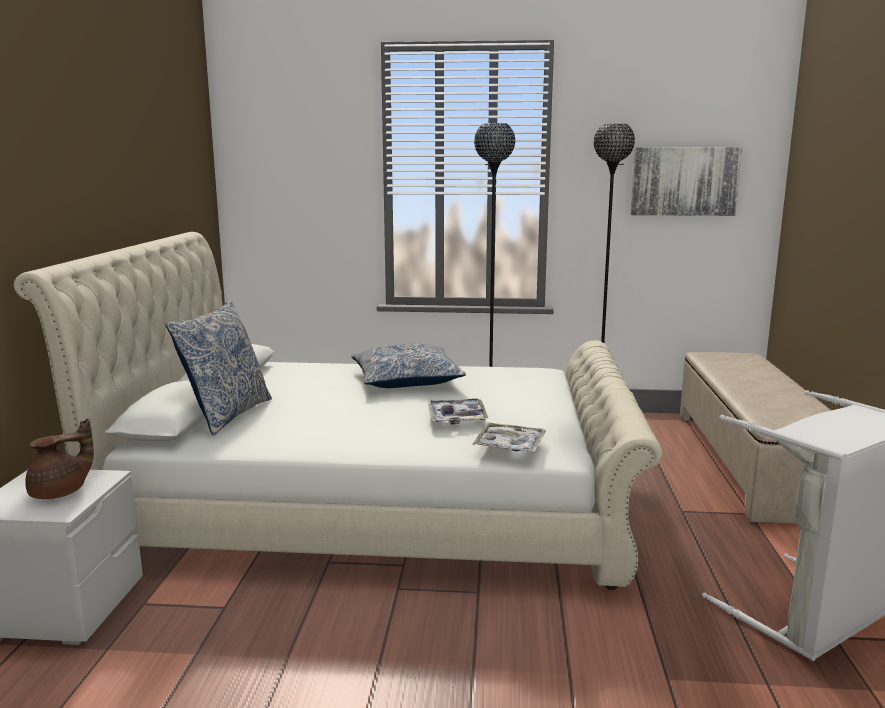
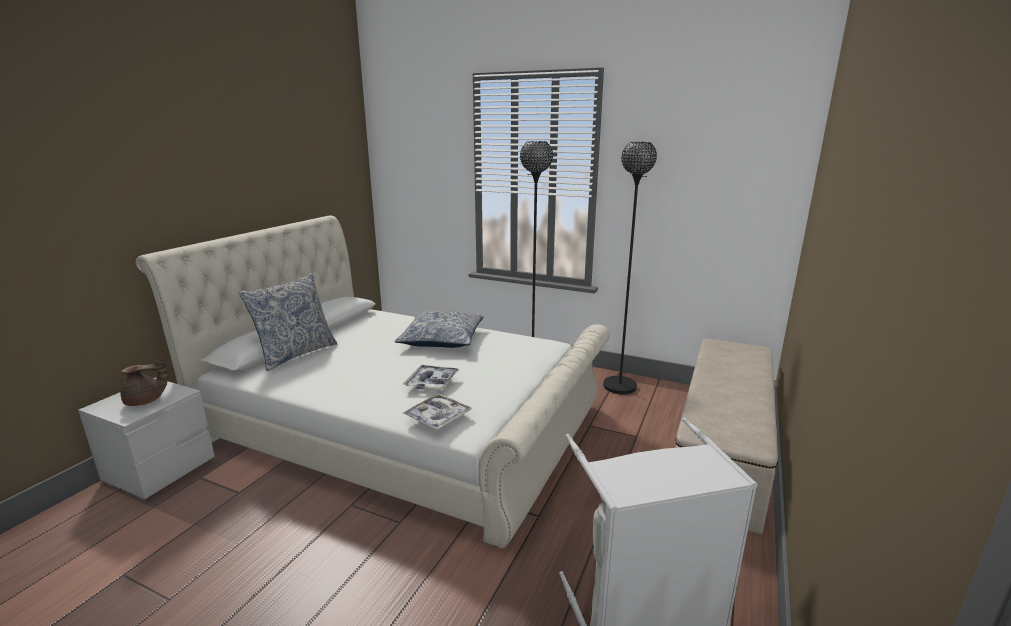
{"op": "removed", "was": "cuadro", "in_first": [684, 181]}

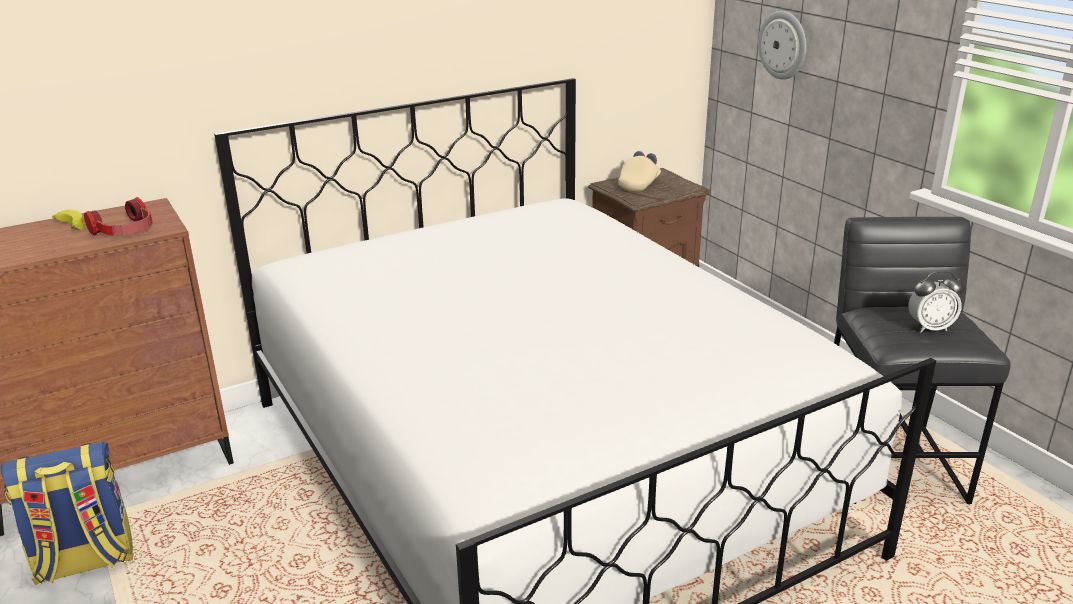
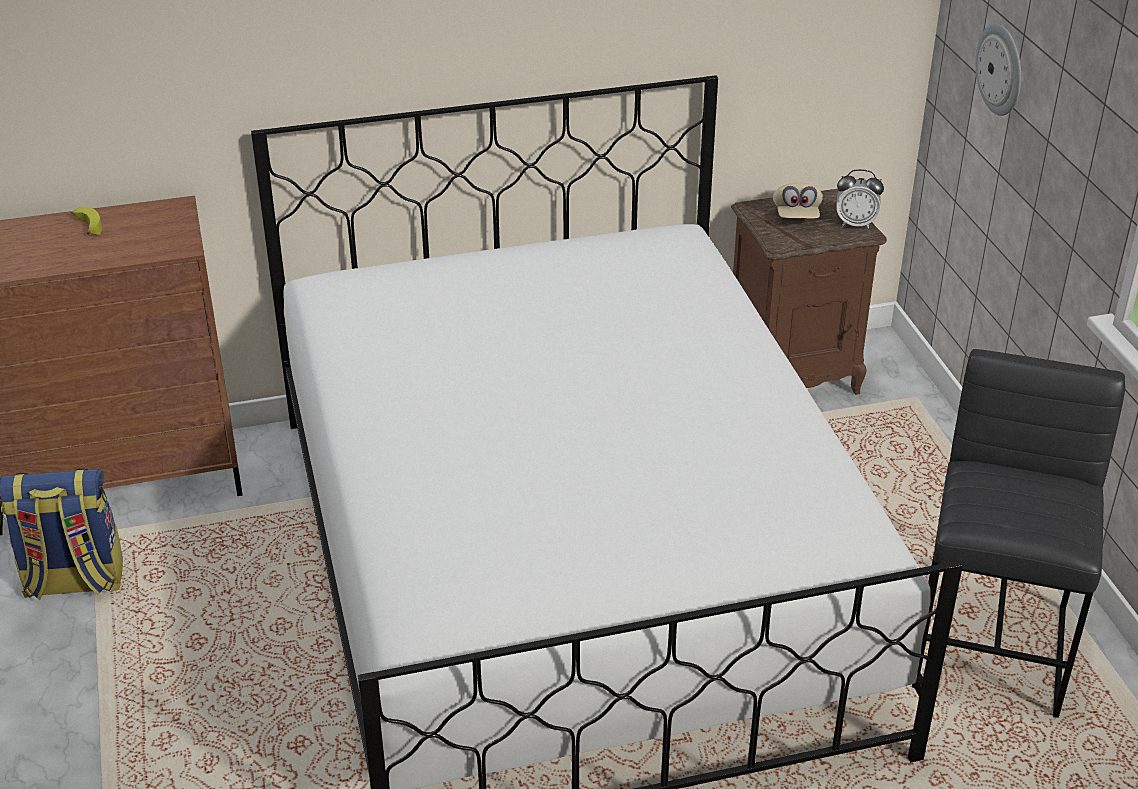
{"op": "turned", "was": "gorra [beis]", "in_first": [639, 185], "in_second": [796, 216], "clockwise": 135}
{"op": "removed", "was": "auriculares", "in_first": [125, 231]}
{"op": "moved", "was": "despertador", "in_first": [930, 328], "in_second": [855, 223]}

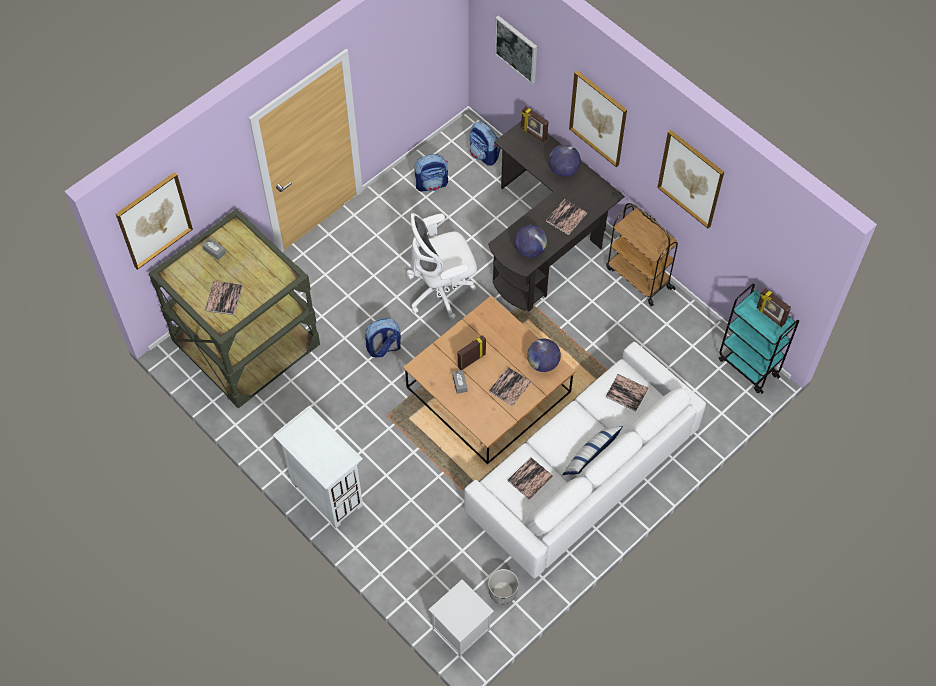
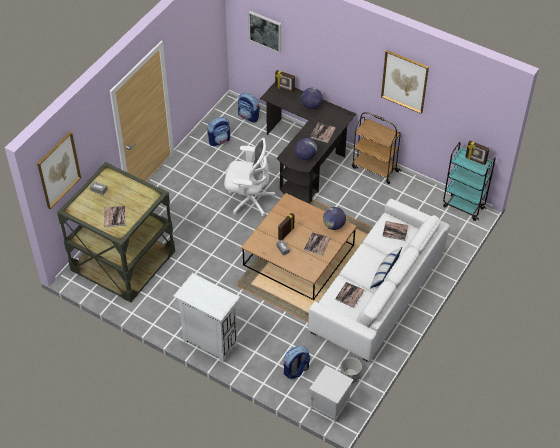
{"op": "removed", "was": "cuadro", "in_first": [598, 118]}
{"op": "turned", "was": "silla de oficina [blanco]", "in_first": [442, 288], "in_second": [247, 200], "clockwise": -135}
{"op": "moved", "was": "mochila", "in_first": [383, 348], "in_second": [296, 370]}

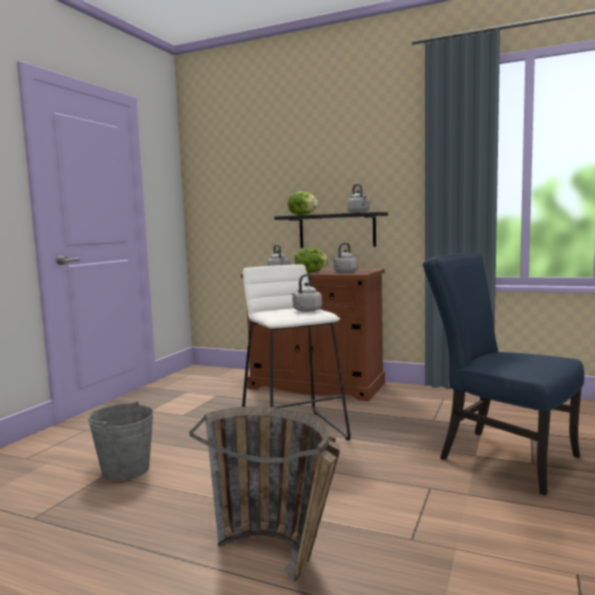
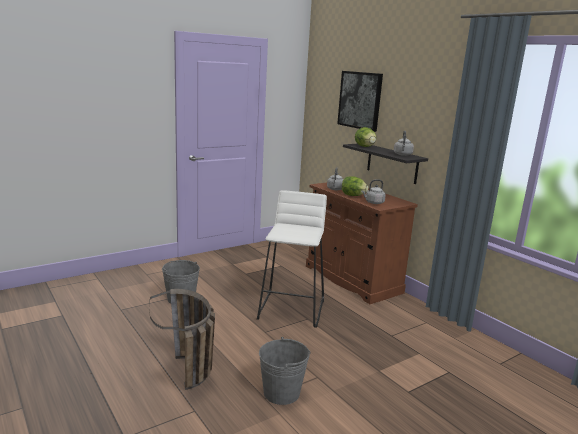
{"op": "removed", "was": "silla [azul]", "in_first": [499, 456]}
{"op": "removed", "was": "hervidor [gris]", "in_first": [306, 311]}
{"op": "added", "now": "cuadro", "in_second": [360, 100]}
{"op": "added", "now": "cubo [gris]", "in_second": [281, 392]}

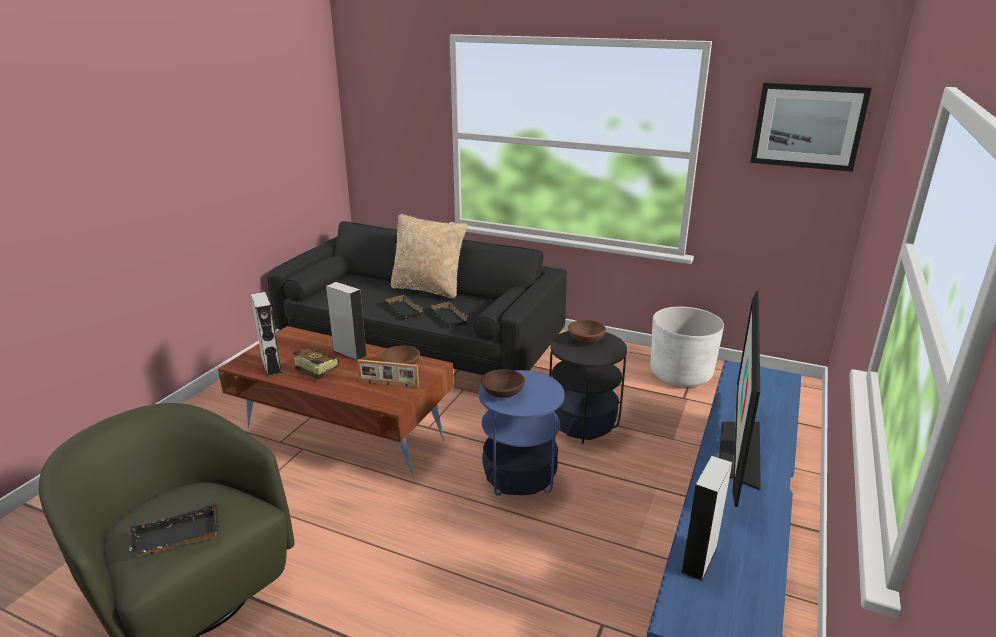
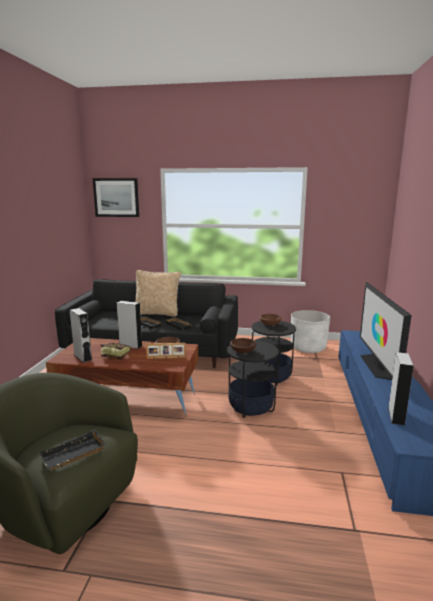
{"op": "moved", "was": "cuadro", "in_first": [808, 126], "in_second": [116, 197]}
{"op": "recoloured", "was": "mesa auxiliar [azul]", "now": "mesa auxiliar [negro]", "in_first": [520, 479], "in_second": [251, 407]}

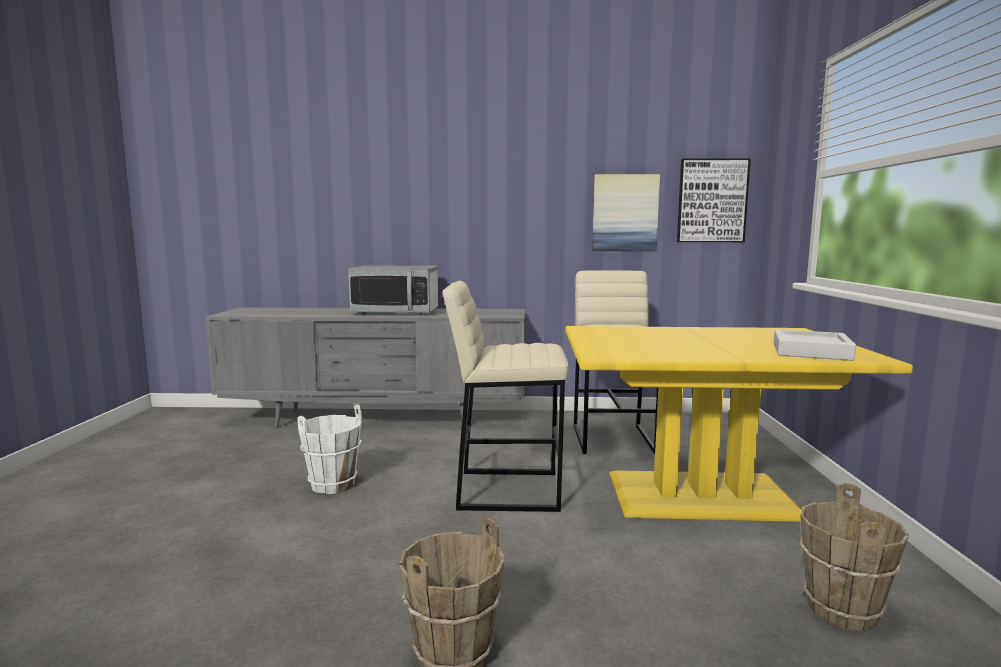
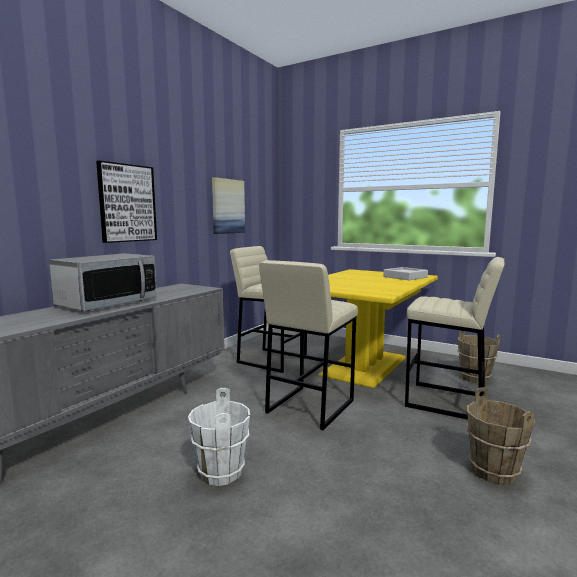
{"op": "moved", "was": "cuadro", "in_first": [712, 201], "in_second": [127, 203]}
{"op": "added", "now": "taburete [beis]", "in_second": [448, 401]}

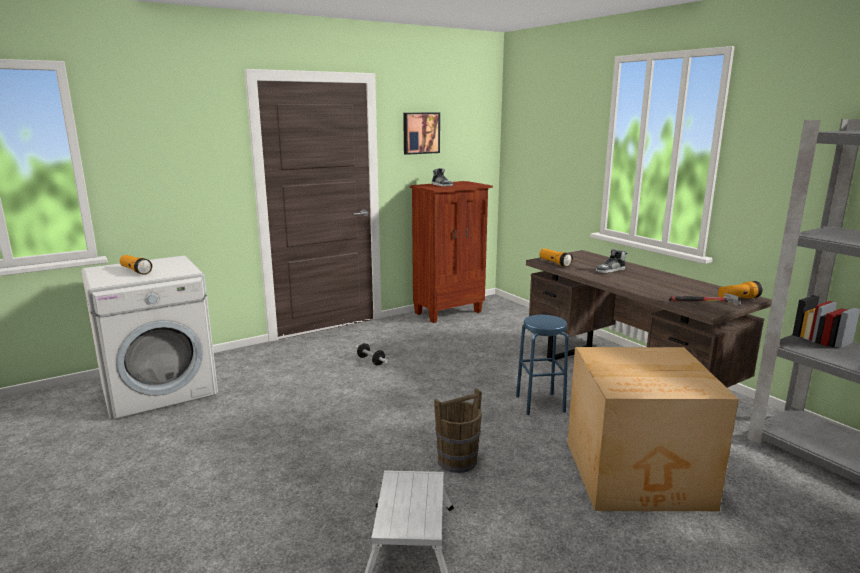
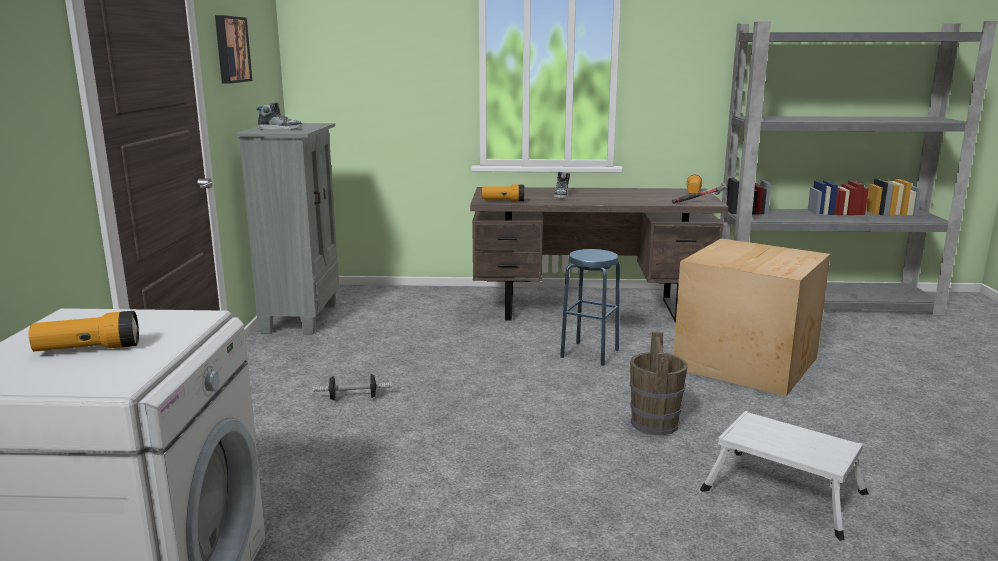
{"op": "recoloured", "was": "armario [marrón]", "now": "armario [gris]", "in_first": [449, 313], "in_second": [302, 319]}

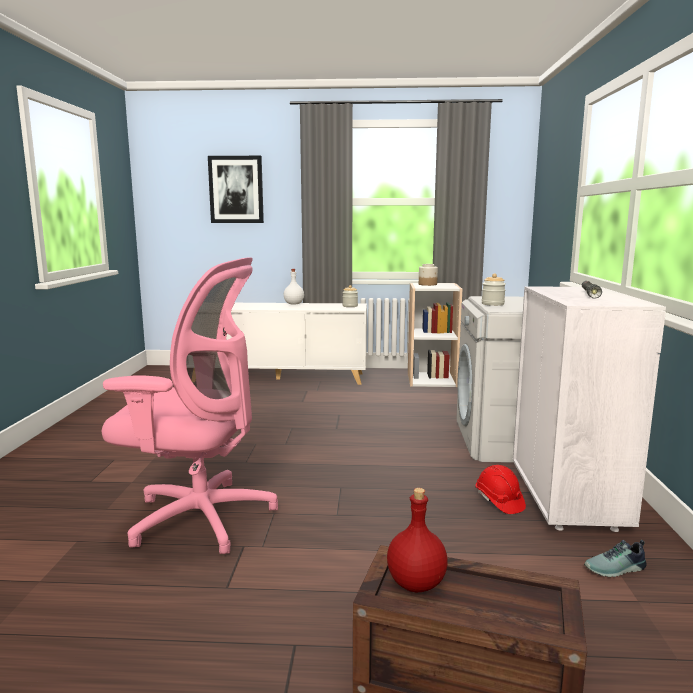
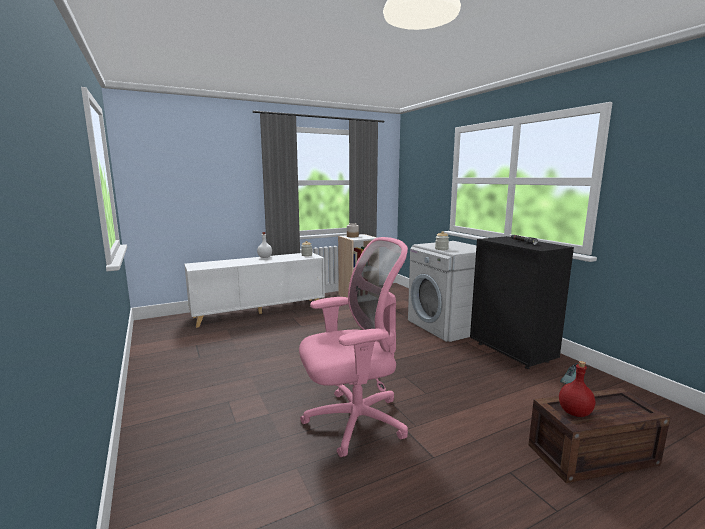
{"op": "removed", "was": "cuadro", "in_first": [236, 190]}
{"op": "recoloured", "was": "armario [blanco]", "now": "armario [negro]", "in_first": [568, 501], "in_second": [512, 353]}
{"op": "removed", "was": "casco [rojo]", "in_first": [499, 501]}

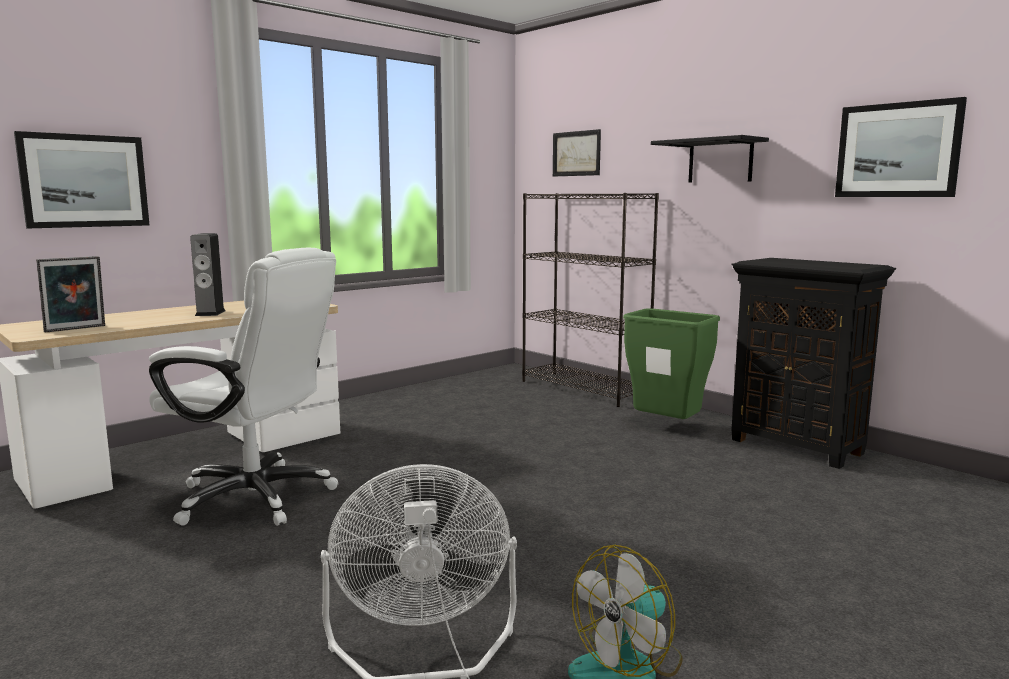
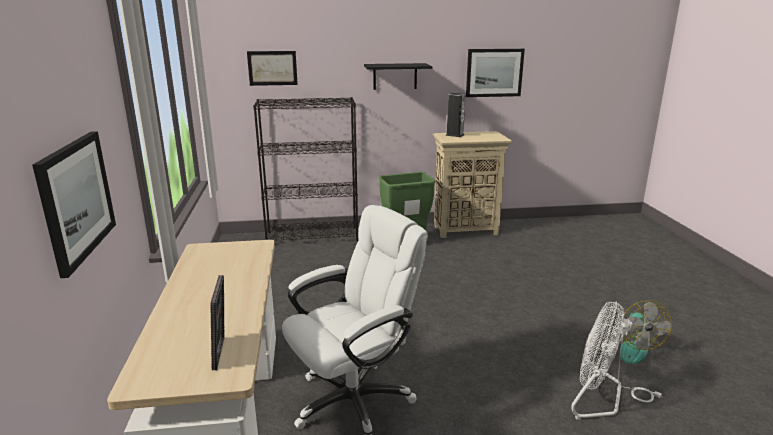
{"op": "moved", "was": "altavoz", "in_first": [210, 313], "in_second": [455, 135]}
{"op": "recoloured", "was": "armario [negro]", "now": "armario [beis]", "in_first": [798, 446], "in_second": [466, 230]}

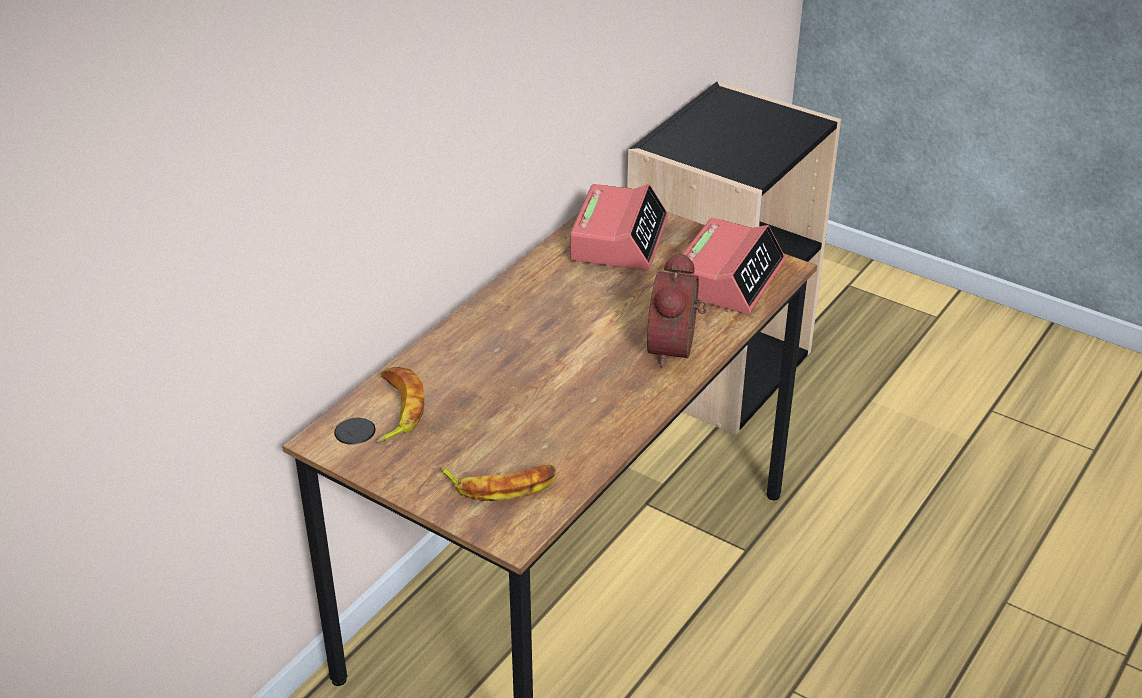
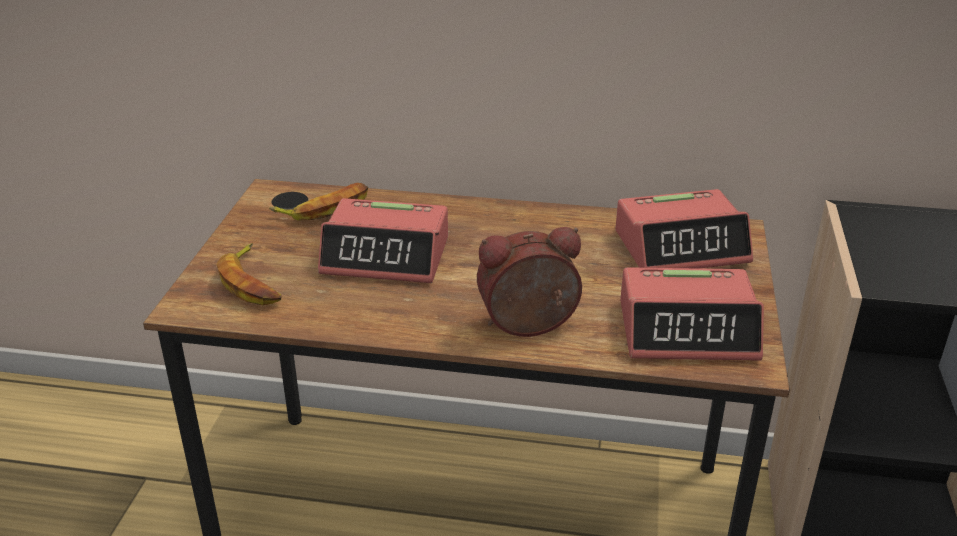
{"op": "added", "now": "despertador", "in_second": [386, 256]}

